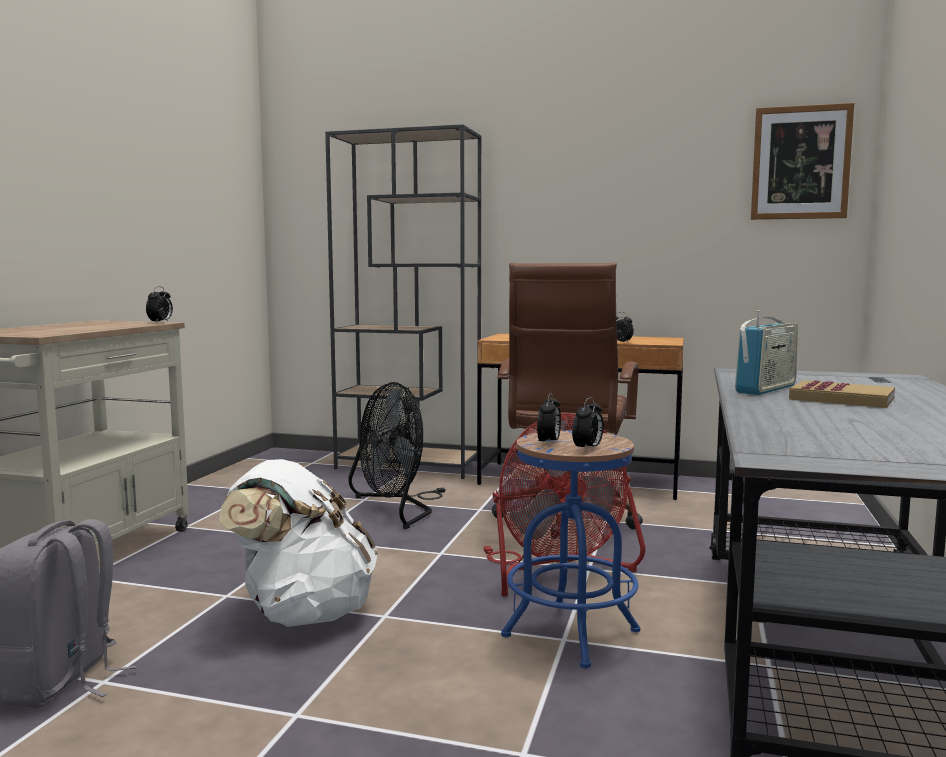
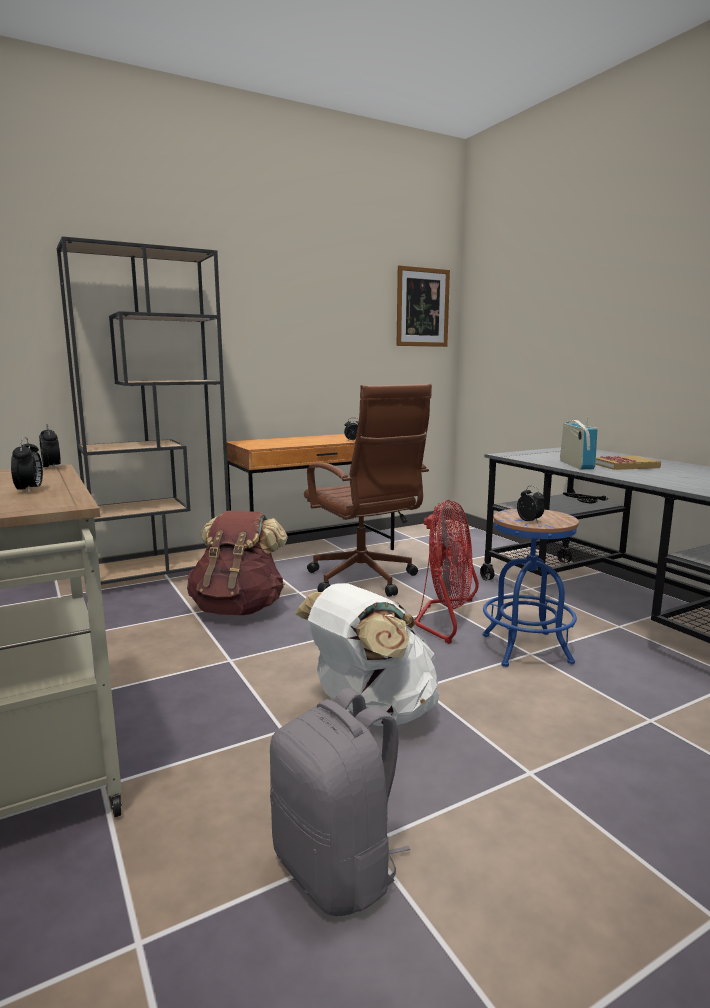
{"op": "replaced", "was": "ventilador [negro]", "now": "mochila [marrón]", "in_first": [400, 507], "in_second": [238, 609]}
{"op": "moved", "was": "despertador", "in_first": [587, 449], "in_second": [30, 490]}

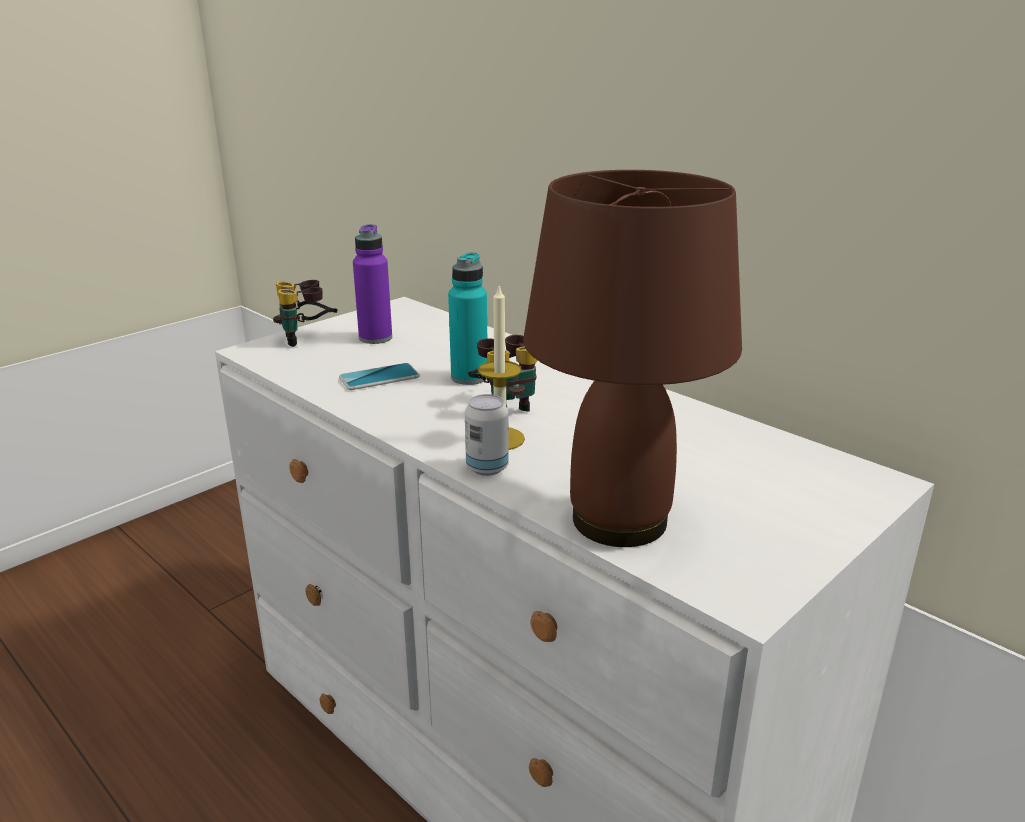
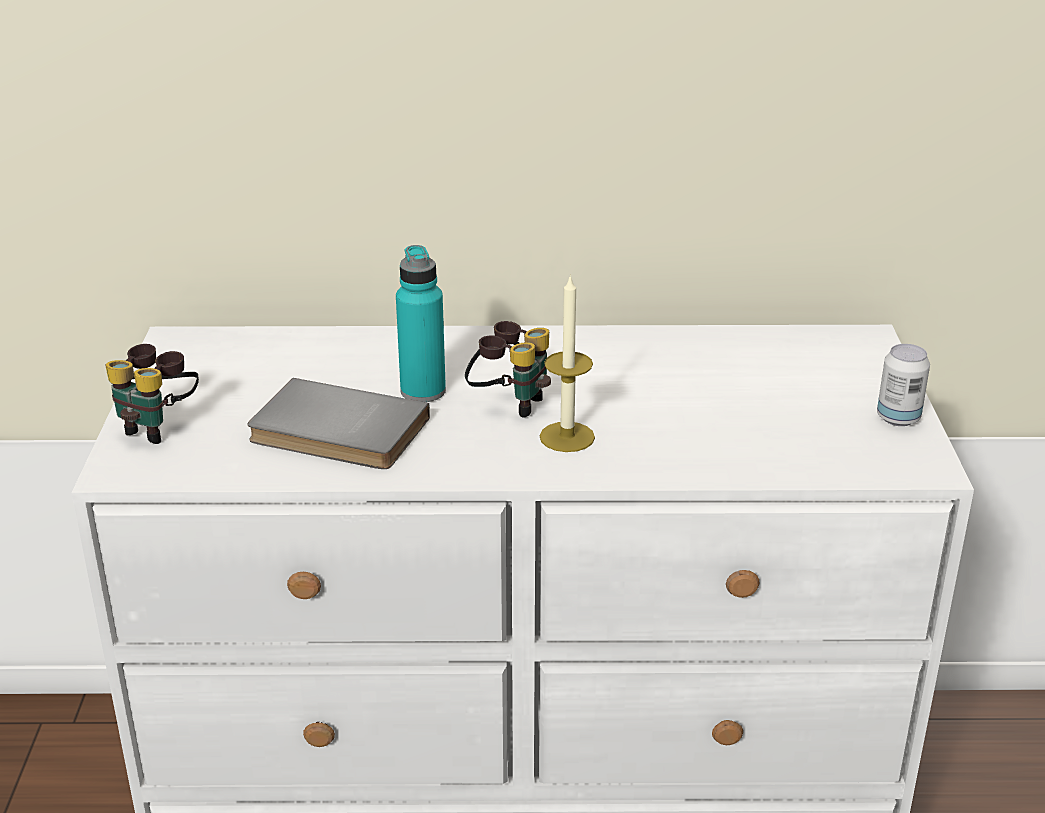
{"op": "removed", "was": "lámpara de mesa [marrón]", "in_first": [621, 520]}
{"op": "removed", "was": "botella [morado]", "in_first": [375, 338]}
{"op": "replaced", "was": "móvil", "now": "libro [gris]", "in_first": [379, 377], "in_second": [336, 432]}
{"op": "moved", "was": "lata", "in_first": [487, 468], "in_second": [898, 418]}

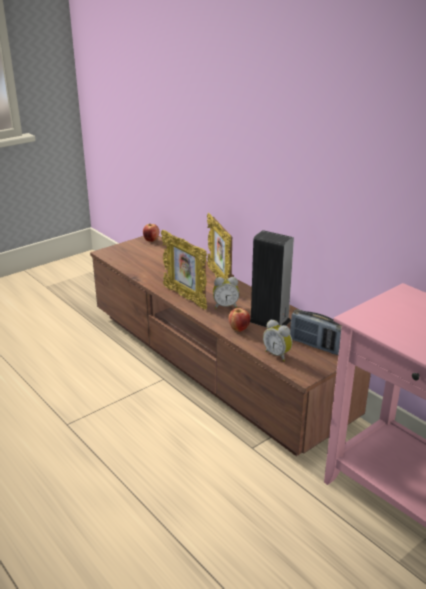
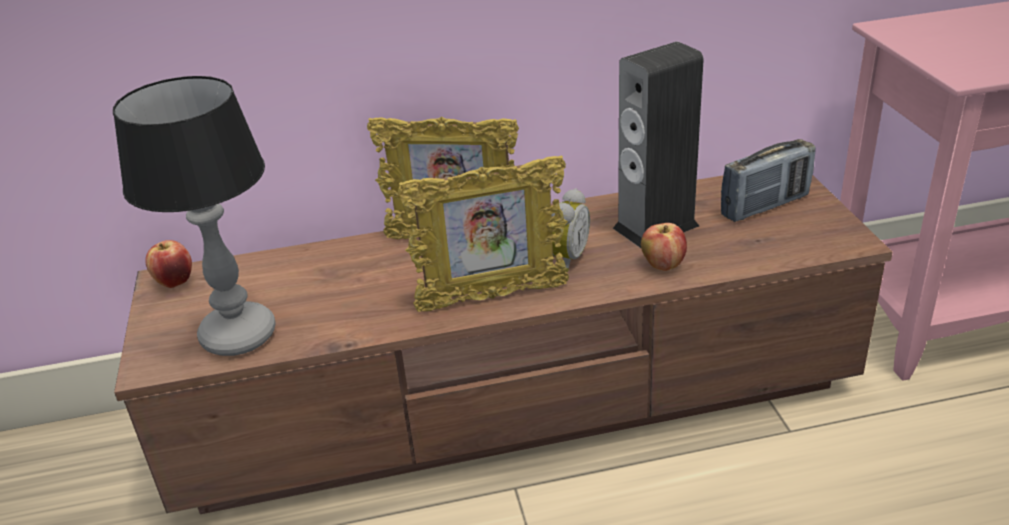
{"op": "removed", "was": "despertador", "in_first": [278, 354]}
{"op": "added", "now": "lámpara de mesa", "in_second": [240, 336]}

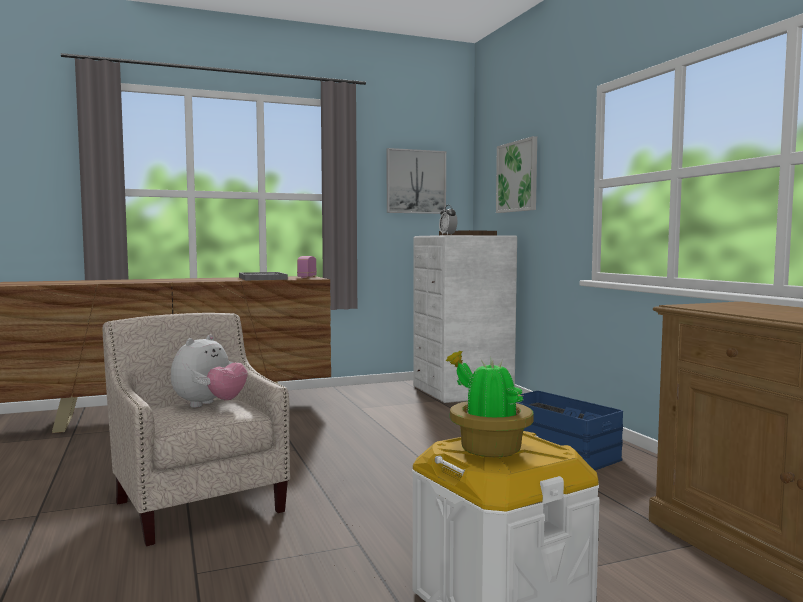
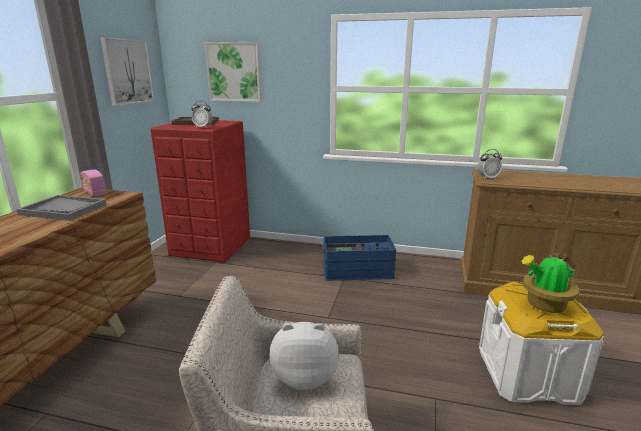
{"op": "recoloured", "was": "cómoda [blanco]", "now": "cómoda [rojo]", "in_first": [462, 391], "in_second": [211, 247]}
{"op": "turned", "was": "peluche", "in_first": [209, 405], "in_second": [305, 377], "clockwise": -60}
{"op": "added", "now": "despertador", "in_second": [488, 178]}

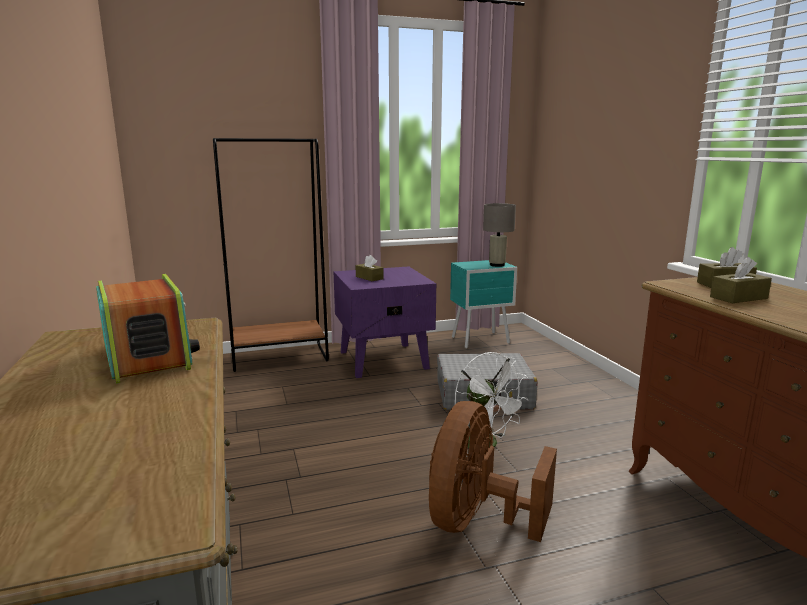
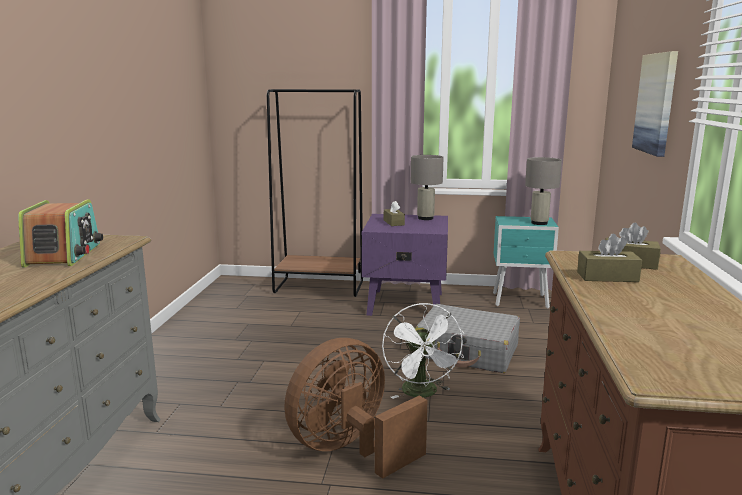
{"op": "added", "now": "cuadro", "in_second": [656, 103]}
{"op": "added", "now": "lámpara de mesa [gris]", "in_second": [426, 218]}

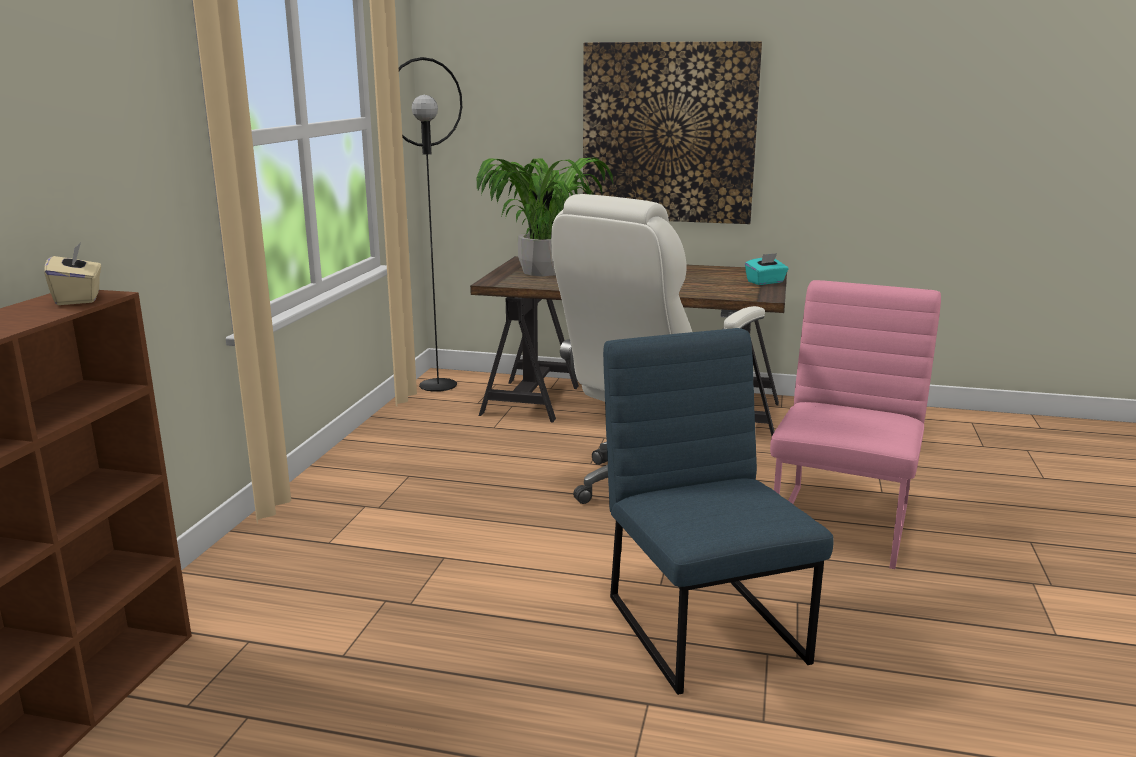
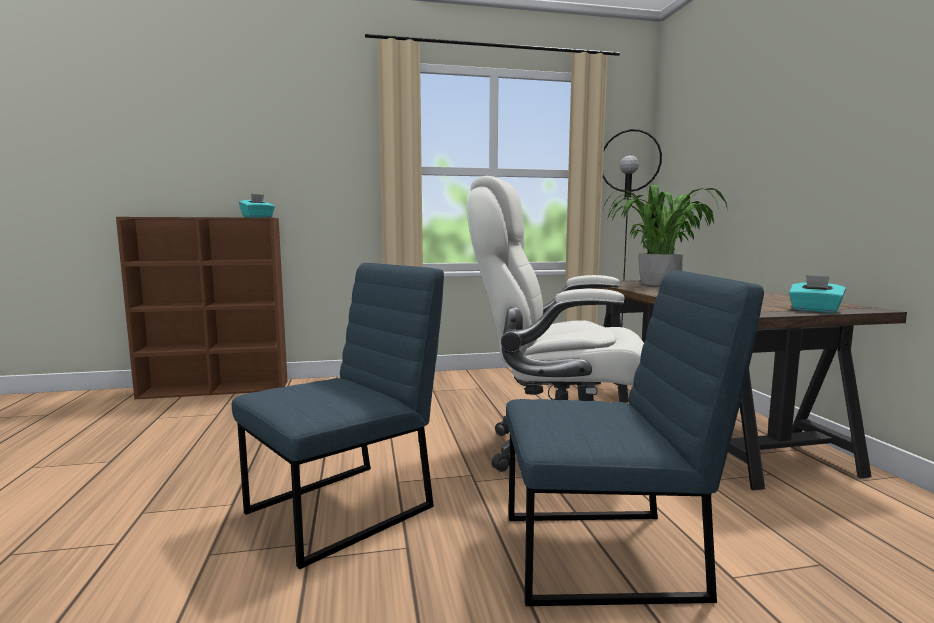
{"op": "removed", "was": "cuadro", "in_first": [668, 133]}
{"op": "recoloured", "was": "caja de pañuelos [beis]", "now": "caja de pañuelos [turquesa]", "in_first": [79, 298], "in_second": [258, 217]}
{"op": "recoloured", "was": "silla [rosa]", "now": "silla [azul]", "in_first": [843, 522], "in_second": [606, 556]}

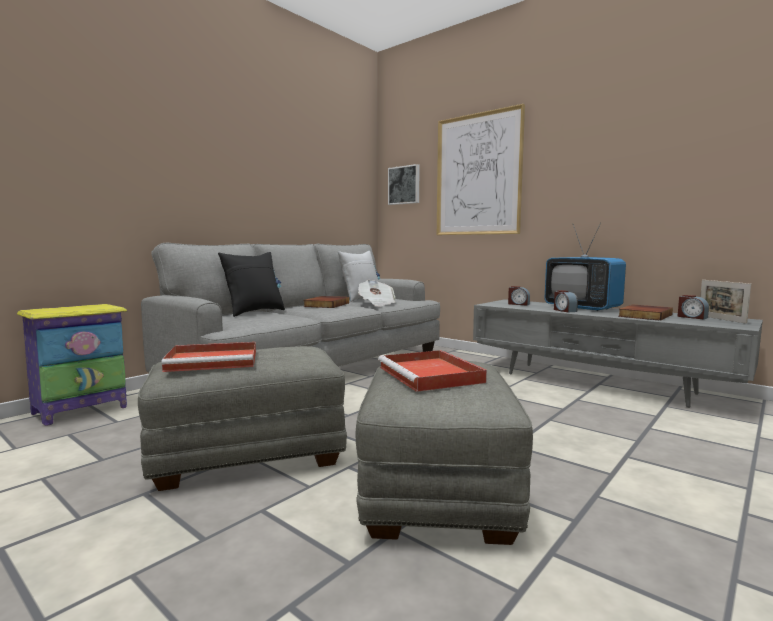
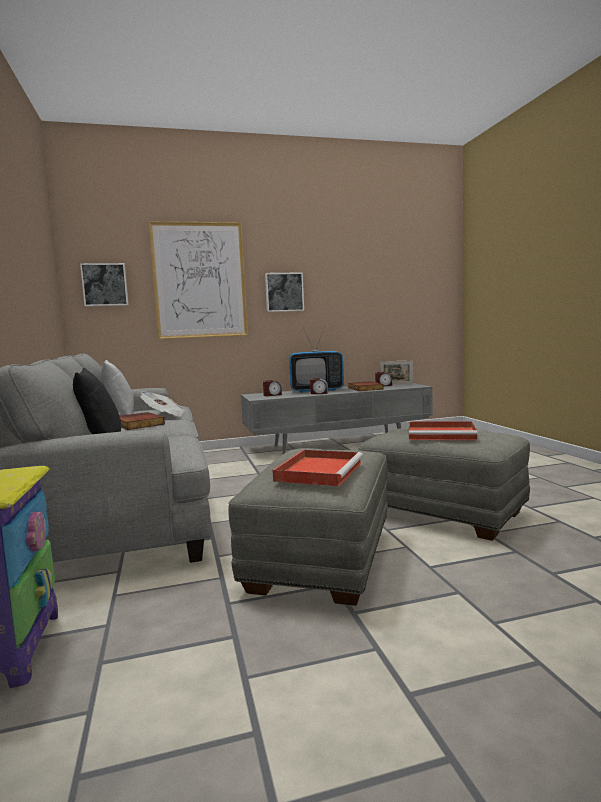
{"op": "added", "now": "cuadro", "in_second": [284, 292]}

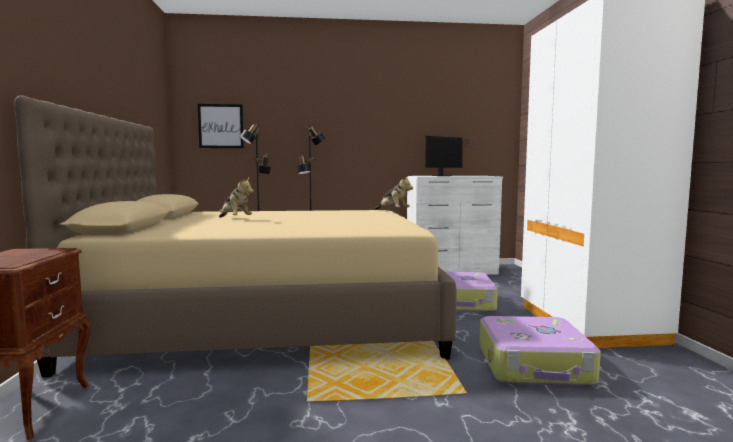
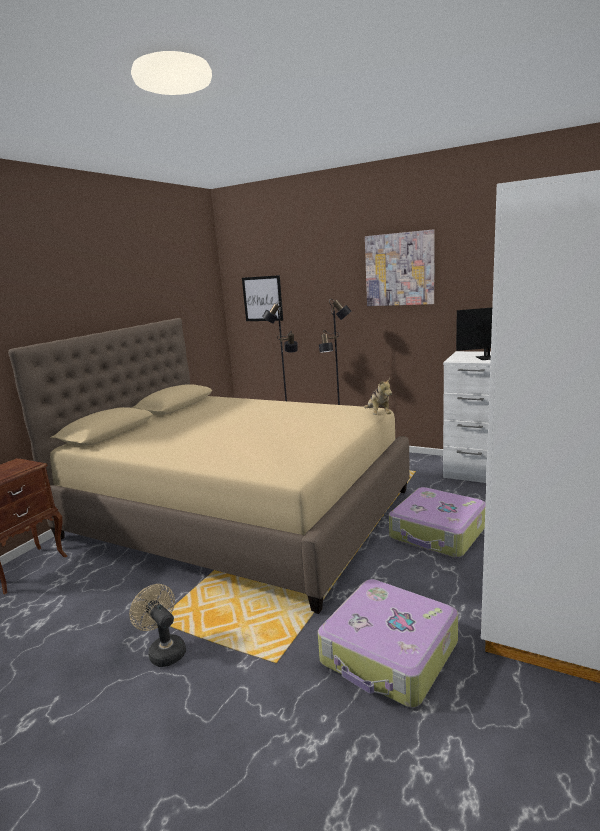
{"op": "removed", "was": "peluche", "in_first": [235, 219]}
{"op": "added", "now": "cuadro", "in_second": [399, 269]}
{"op": "added", "now": "ventilador [beis]", "in_second": [164, 650]}

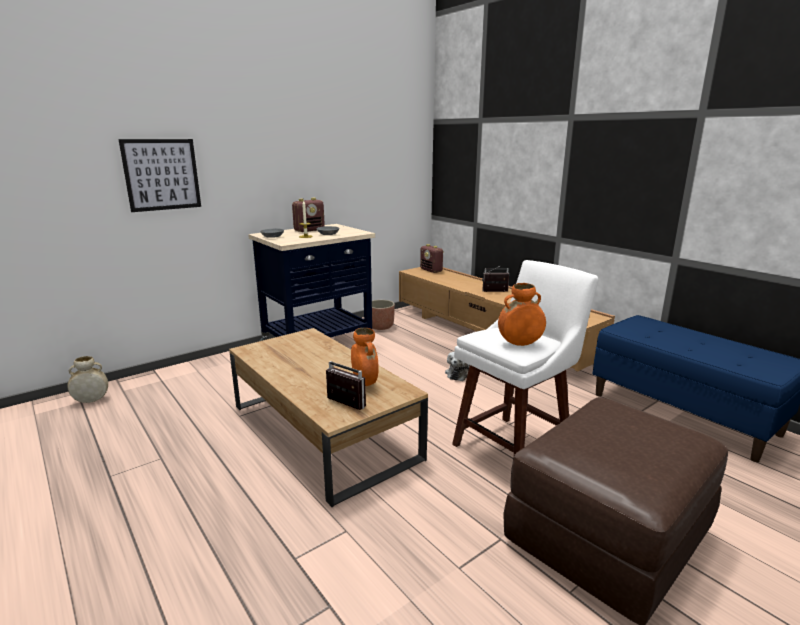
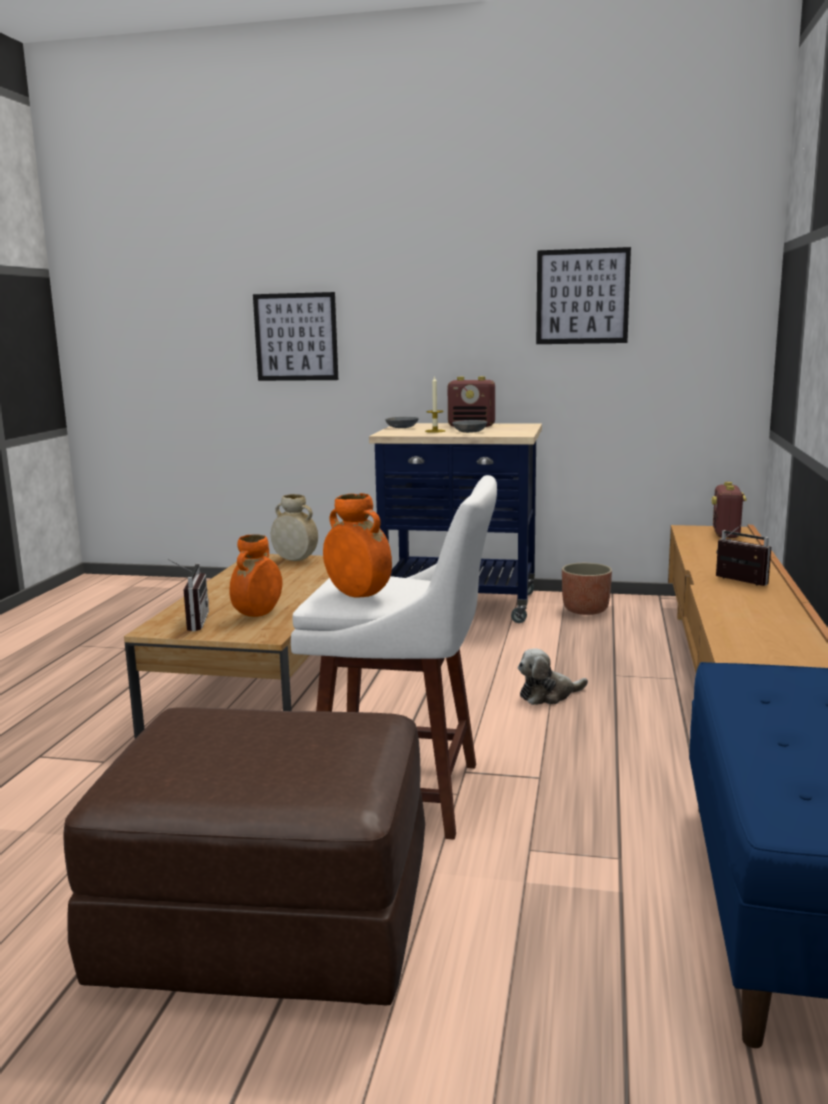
{"op": "moved", "was": "florero [beis]", "in_first": [91, 401], "in_second": [295, 560]}
{"op": "added", "now": "cuadro", "in_second": [582, 296]}

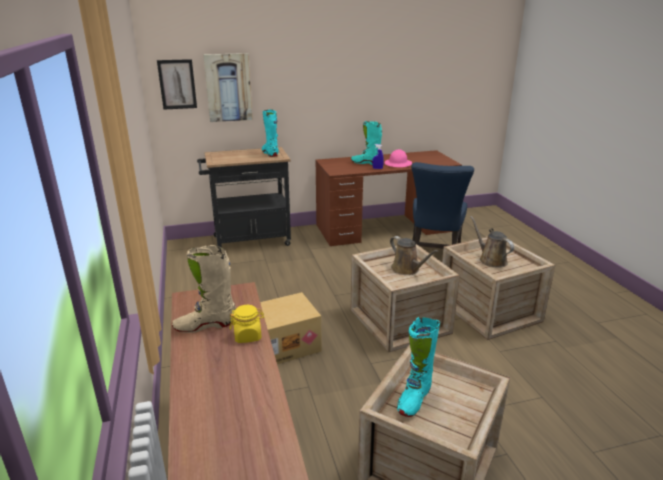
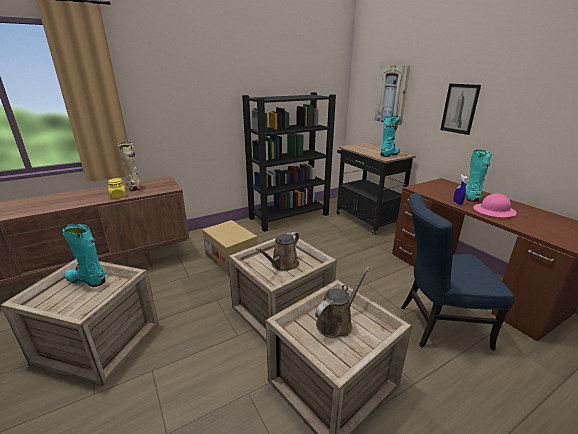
{"op": "moved", "was": "cuadro", "in_first": [177, 84], "in_second": [459, 108]}
{"op": "added", "now": "estantería [negro]", "in_second": [289, 216]}

